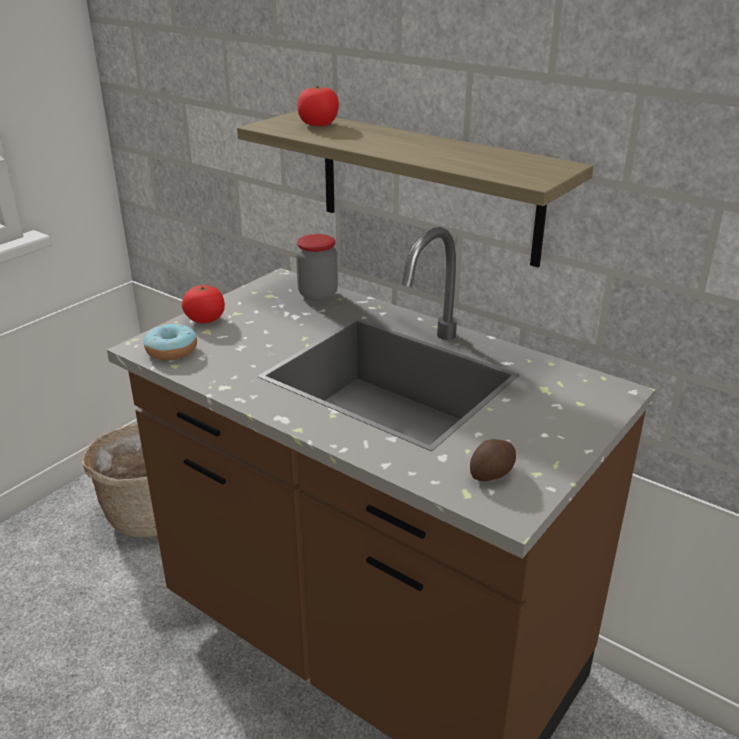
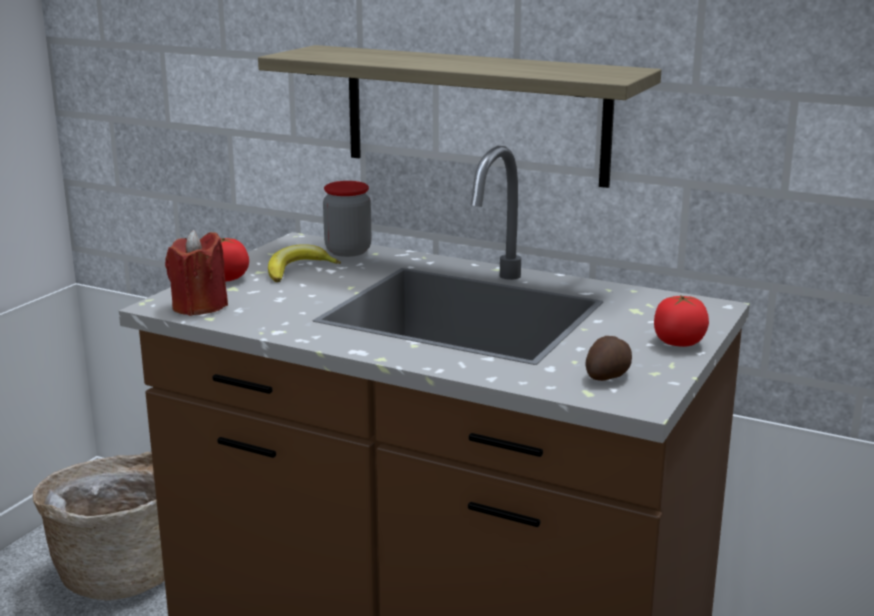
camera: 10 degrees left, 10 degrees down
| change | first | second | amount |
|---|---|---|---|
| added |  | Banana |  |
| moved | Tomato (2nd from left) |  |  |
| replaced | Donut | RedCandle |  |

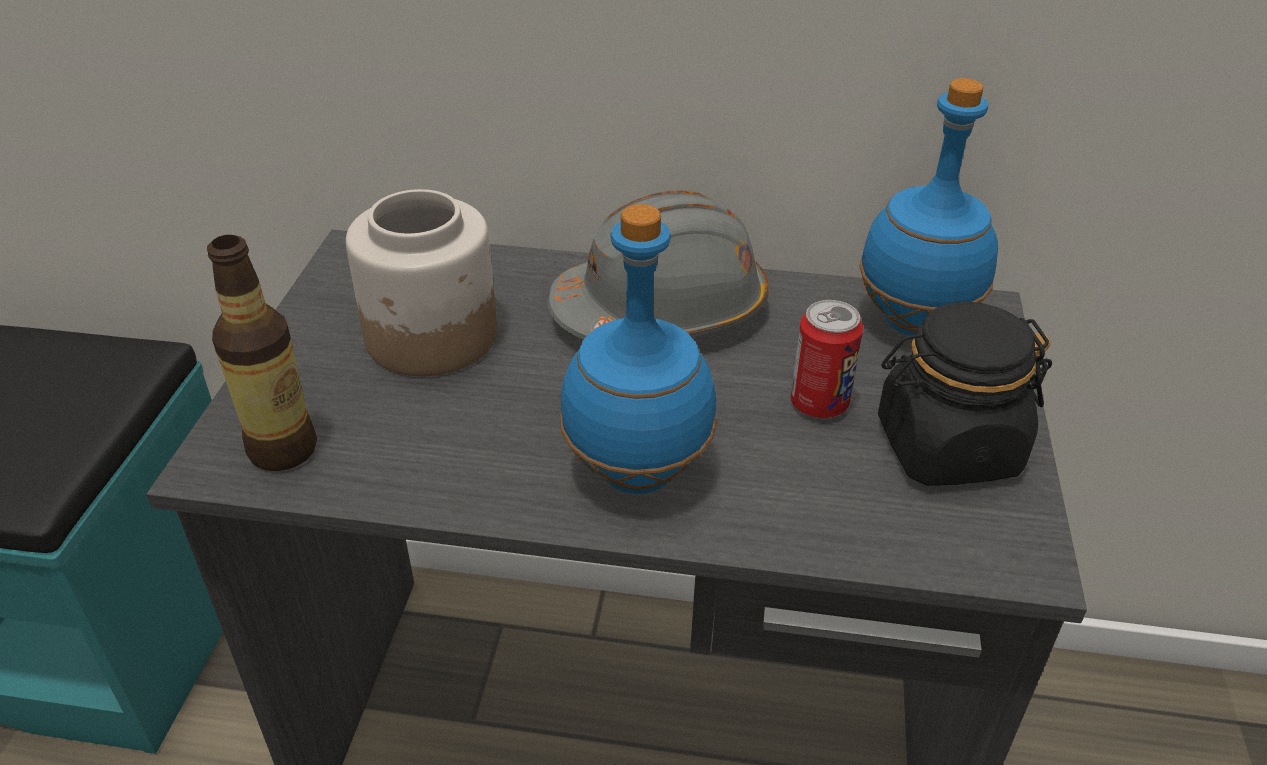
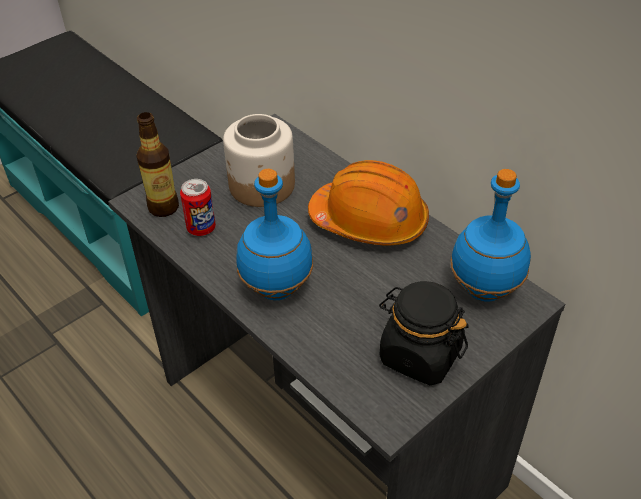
camera: 40 degrees right, 5 degrees up
| change | first | second | amount |
|---|---|---|---|
| moved | Can |  |  |
| recoloured | GreyHardHat | OrangeHardHat |  |

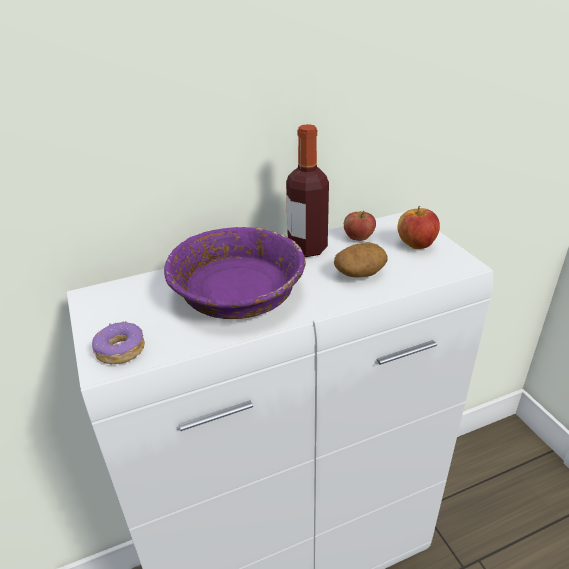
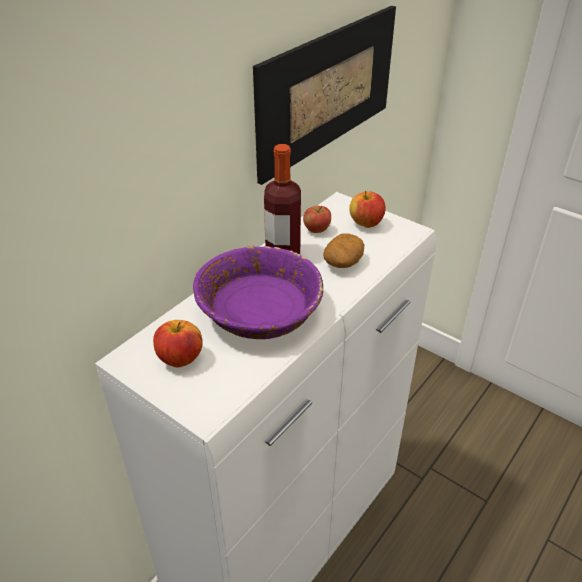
camera: 30 degrees left, 5 degrees up
| change | first | second | amount |
|---|---|---|---|
| removed | Donut |  |  |
| added |  | Apple (1st from left) |  |
| added |  | Picture |  |

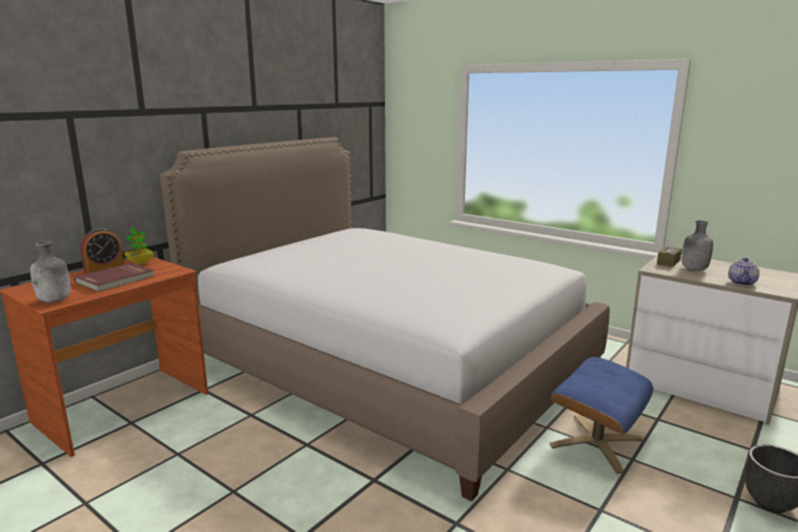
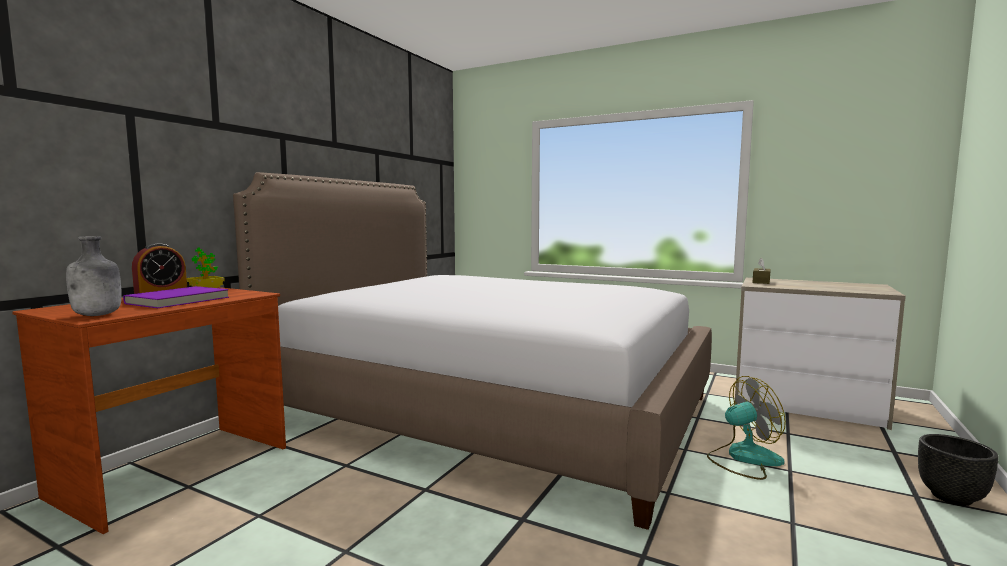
camera: 10 degrees left, 10 degrees down
| change | first | second | amount |
|---|---|---|---|
| removed | GreyBottle (2nd from left) |  |  |
| removed | Teapot |  |  |
| replaced | BlueOttoman | Fan |  |
| recoloured | RedBook | PurpleBook |  |

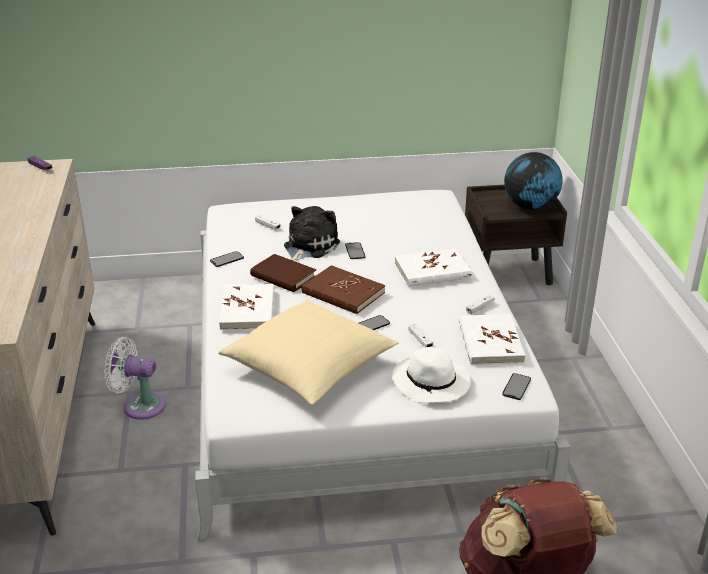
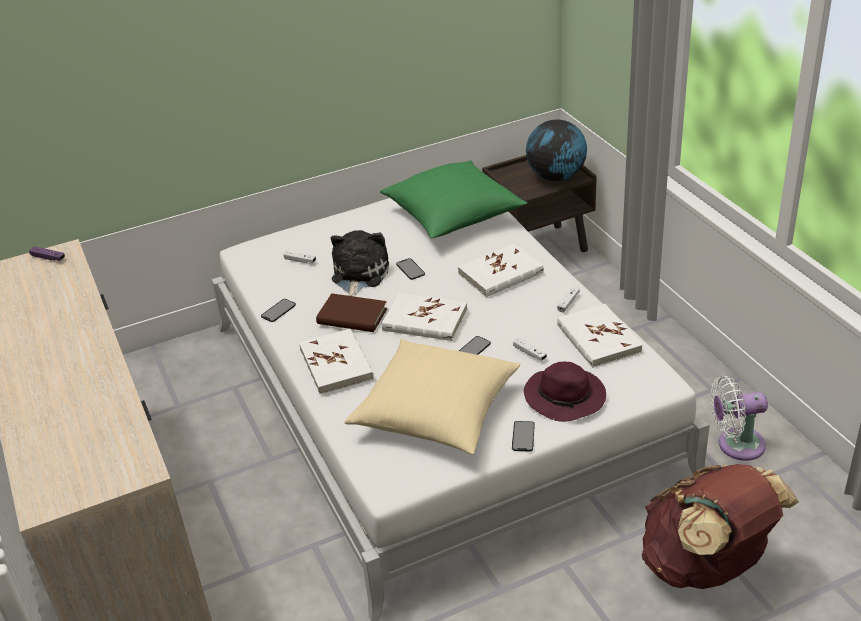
camera: 15 degrees left, 5 degrees up
| change | first | second | amount |
|---|---|---|---|
| added |  | GreenPillow |  |
| moved | WhiteFan |  |  |
| moved | Phone (4th from left) |  |  |
| recoloured | BrownBook (2nd from left) | WhiteBook (2nd from left) |  |
| recoloured | WhiteHat | PurpleHat |  |

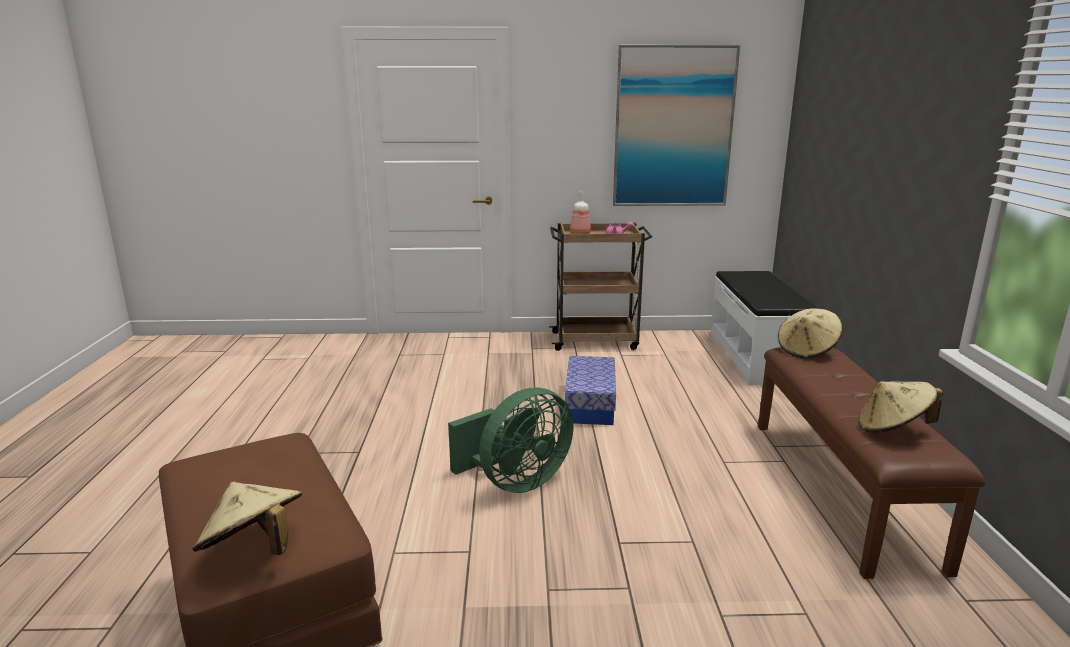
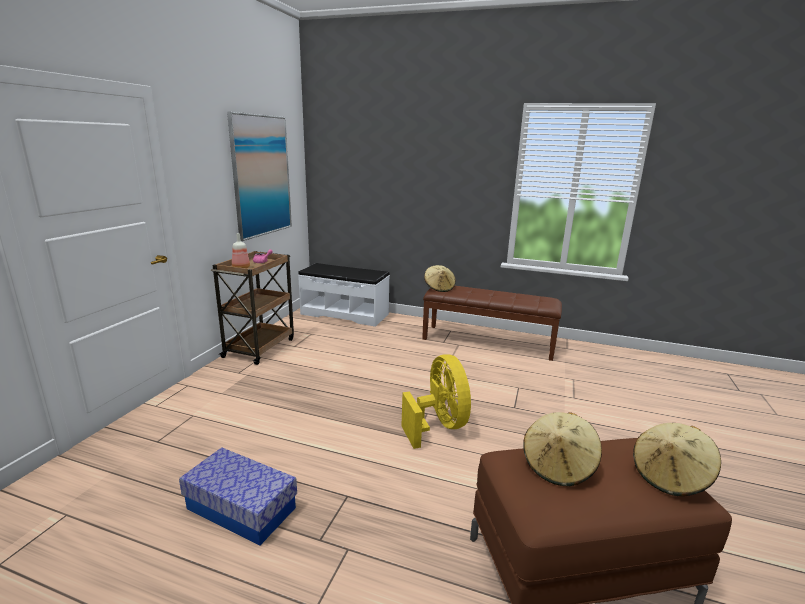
camera: 70 degrees left, 0 degrees up
| change | first | second | amount |
|---|---|---|---|
| moved | StorageBox |  |  |
| moved | BeigeHat (3rd from left in the first image) | BeigeHat (2nd from left) |  |
| recoloured | GreenFan | YellowFan |  |

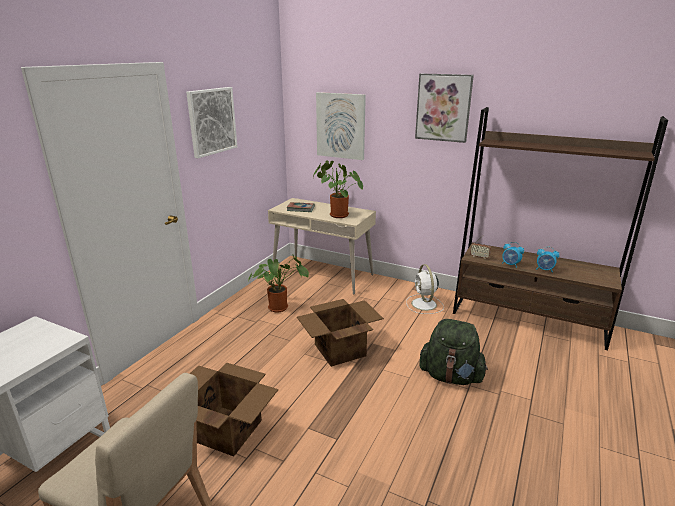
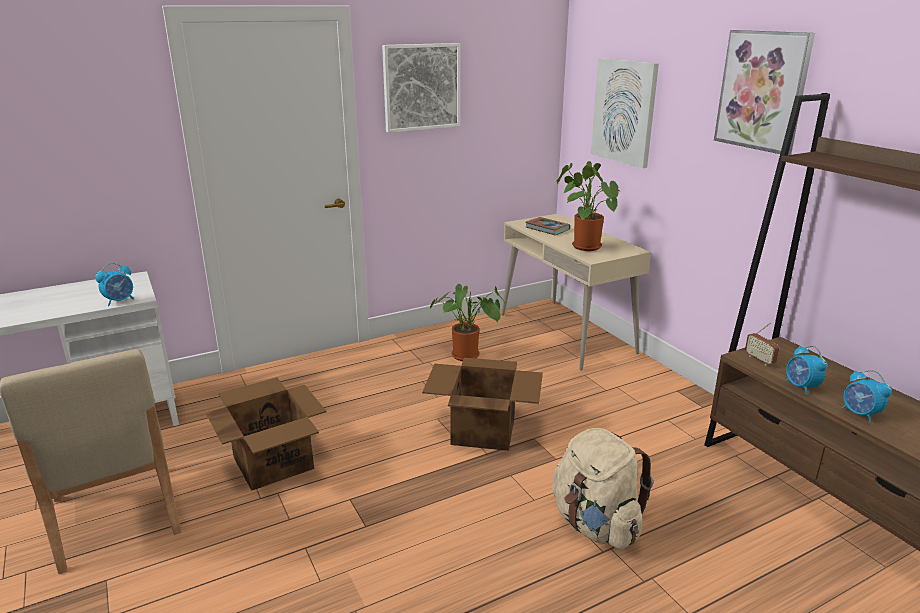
camera: 35 degrees right, 0 degrees up
| change | first | second | amount |
|---|---|---|---|
| removed | WhiteFan |  |  |
| added |  | AlarmClock (1st from left) |  |
| recoloured | GreenBackpack | BeigeBackpack |  |

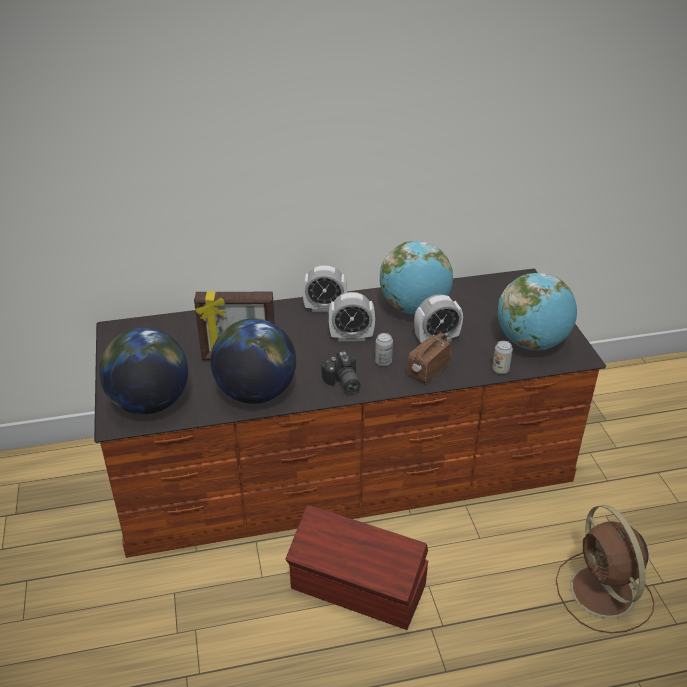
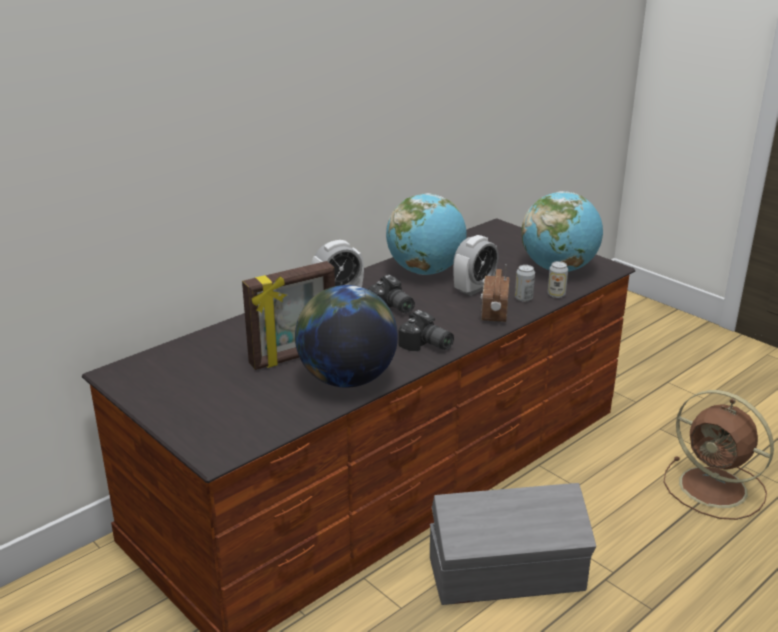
camera: 30 degrees left, 10 degrees down
| change | first | second | amount |
|---|---|---|---|
| removed | Globe (1st from left) |  |  |
| moved | Can (1st from left) |  |  |
| replaced | AlarmClock (2nd from left) | PhotoCamera (1st from left) |  |
| recoloured | BrownStorageBox | GreyStorageBox |  |

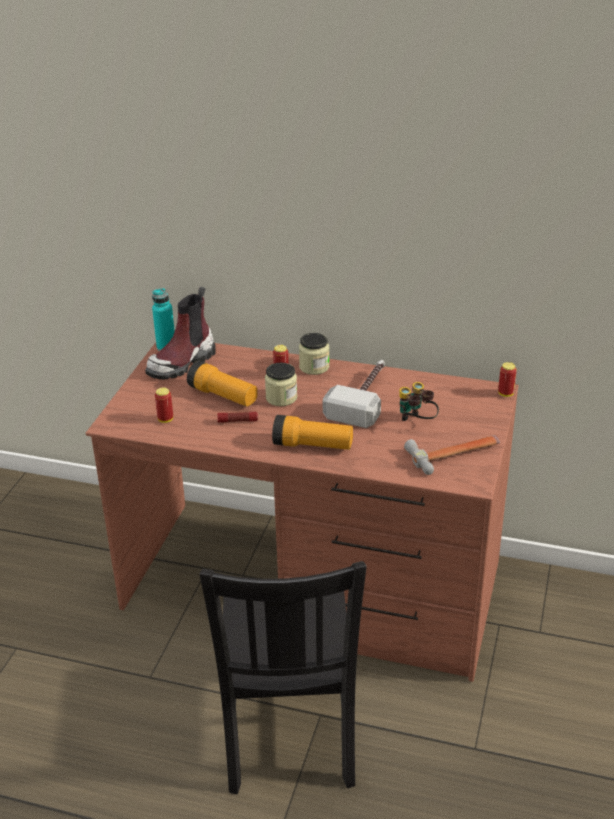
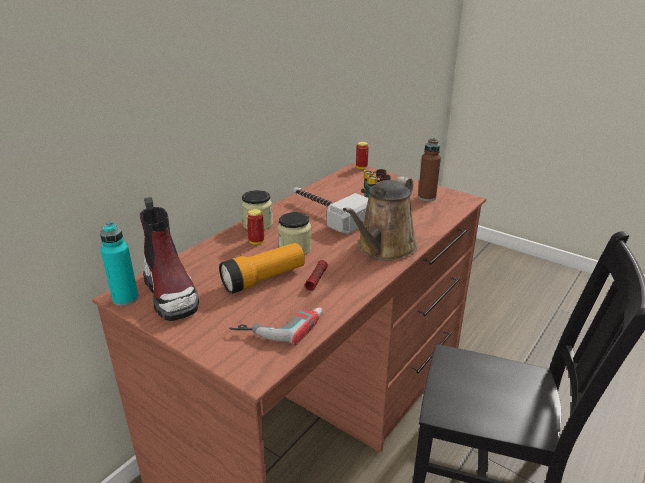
camera: 70 degrees left, 5 degrees down
| change | first | second | amount |
|---|---|---|---|
| replaced | Can (1st from left) | PowerDrill |  |
| replaced | Flashlight (3rd from left) | BrownWateringCan |  |
| replaced | Hammer (2nd from left) | BrownBottle |  |

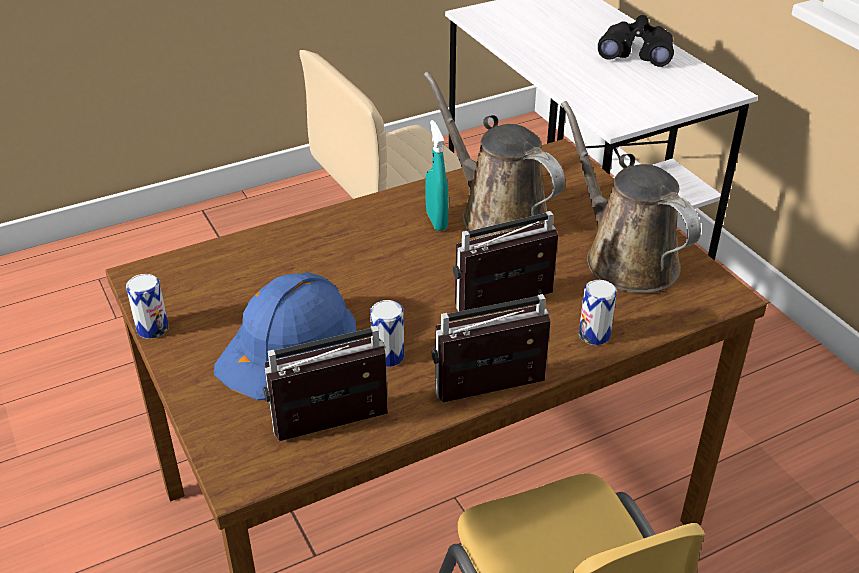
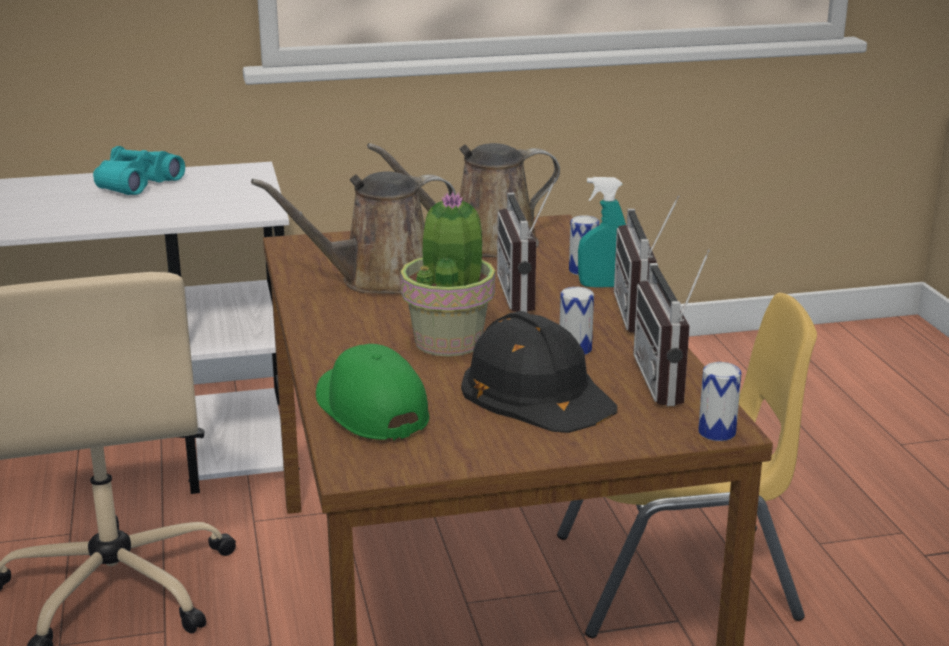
camera: 75 degrees left, 15 degrees down
| change | first | second | amount |
|---|---|---|---|
| added |  | GreenCap |  |
| added |  | PottedPlant |  |
| moved | Can (1st from left in the first image) | Can (3rd from left) |  |
| moved | TurquoiseSprayBottle |  |  |
| recoloured | BlueHardHat | BlackHardHat |  |
| recoloured | BlackBinoculars | TurquoiseBinoculars |  |

